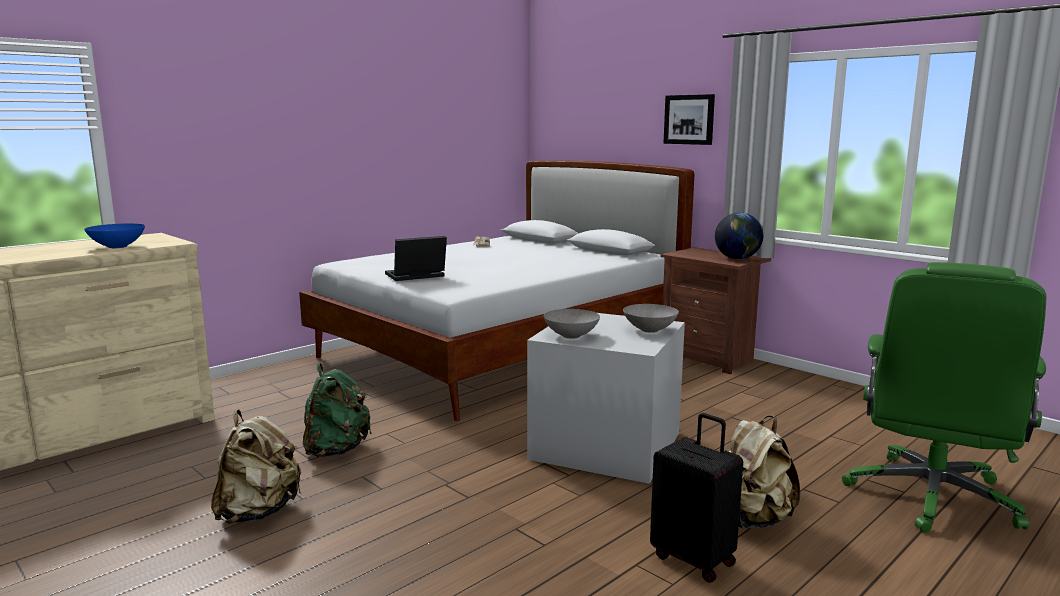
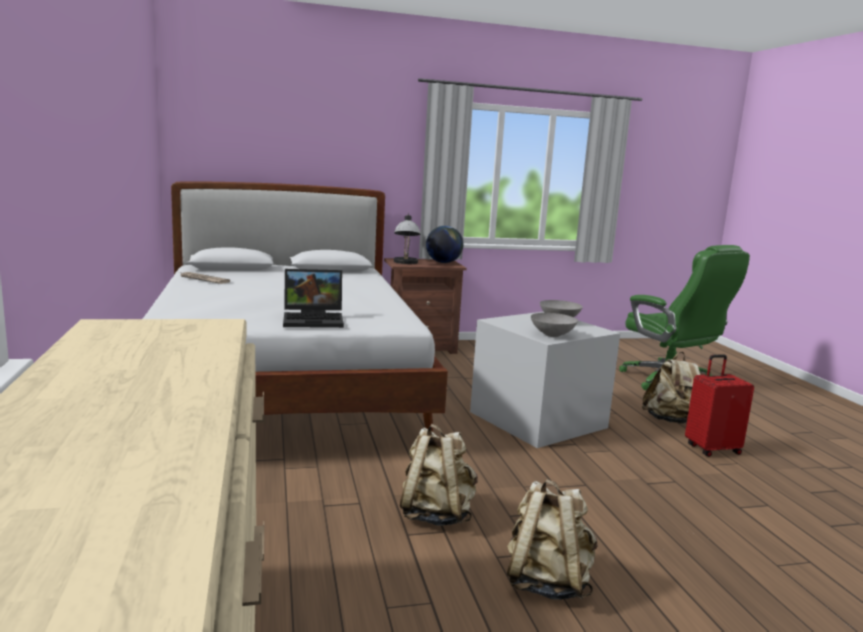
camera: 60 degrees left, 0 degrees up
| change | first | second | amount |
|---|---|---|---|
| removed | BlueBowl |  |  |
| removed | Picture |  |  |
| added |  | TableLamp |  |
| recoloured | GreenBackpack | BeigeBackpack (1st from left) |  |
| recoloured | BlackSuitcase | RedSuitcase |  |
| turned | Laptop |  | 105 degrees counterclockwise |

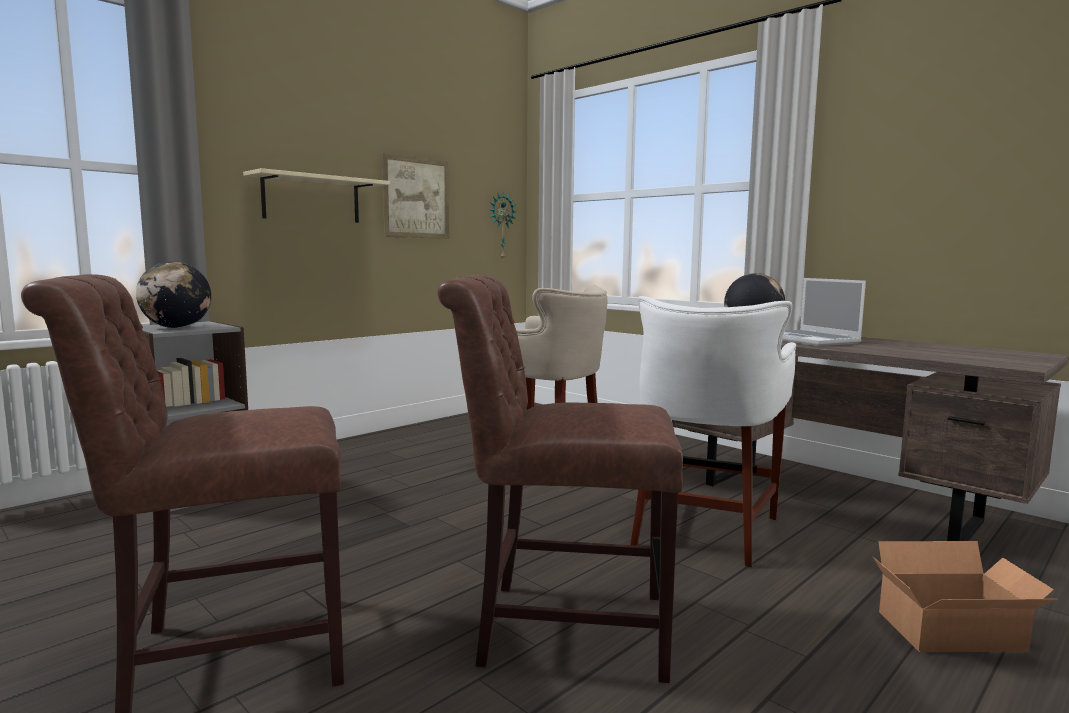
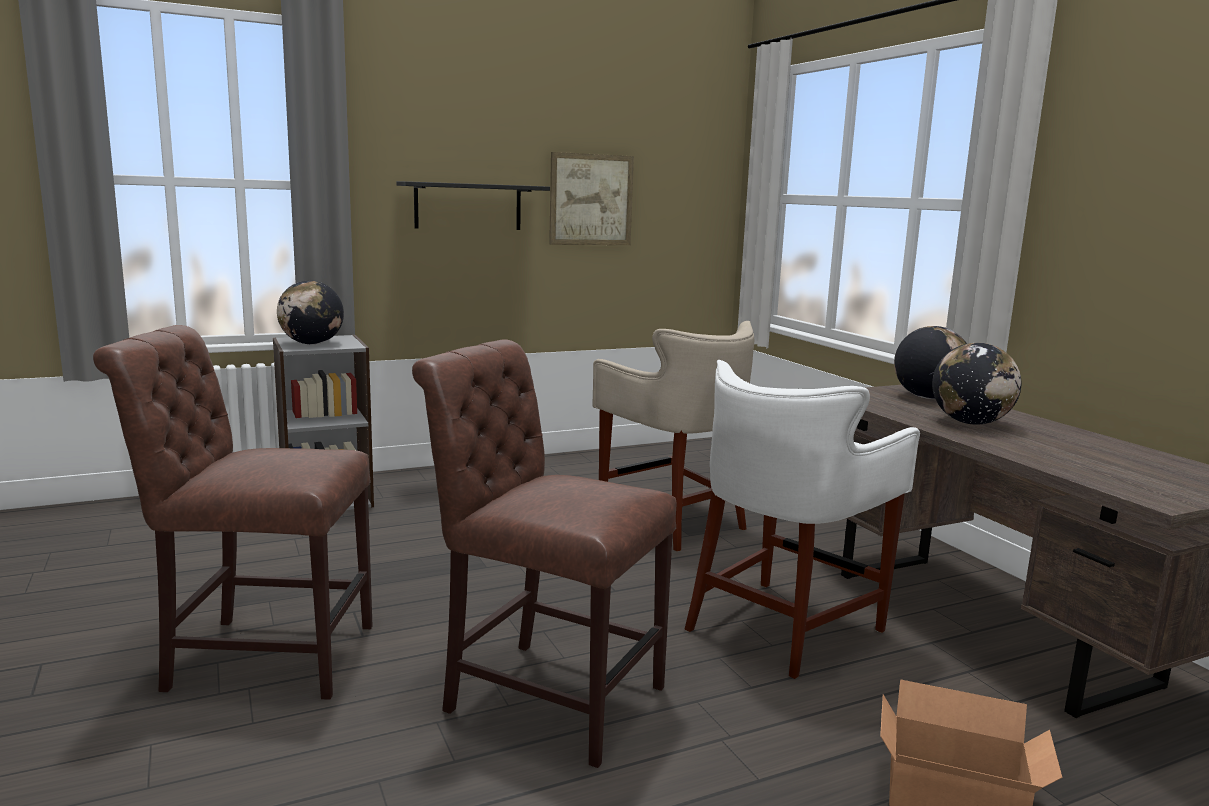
camera: 20 degrees right, 5 degrees up
| change | first | second | amount |
|---|---|---|---|
| removed | WallClock |  |  |
| replaced | Laptop | Globe (3rd from left) |  |
| recoloured | BeigeShelf | BlackShelf |  |

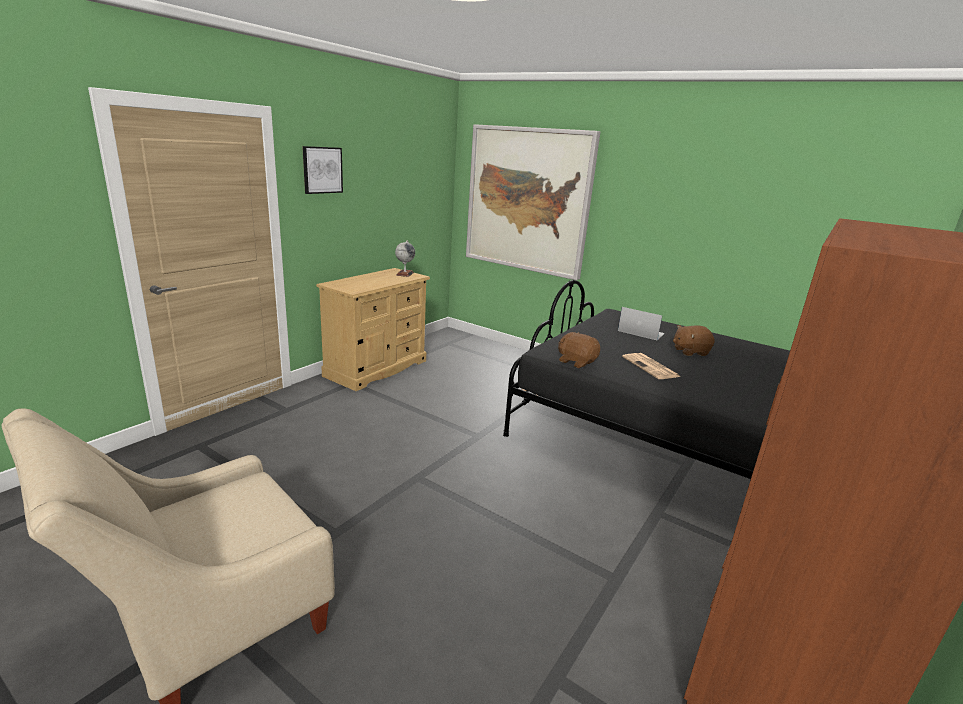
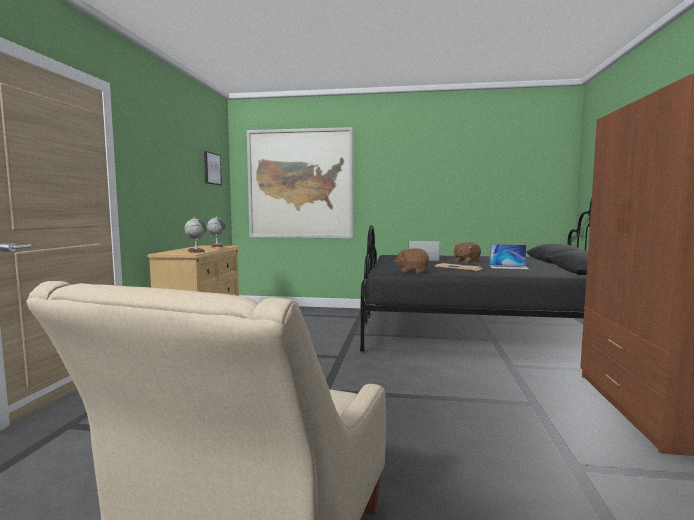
camera: 25 degrees left, 15 degrees down
| change | first | second | amount |
|---|---|---|---|
| added |  | Globe (1st from left) |  |
| added |  | Laptop (2nd from left) |  |
| moved | Picture (1st from left) |  |  |

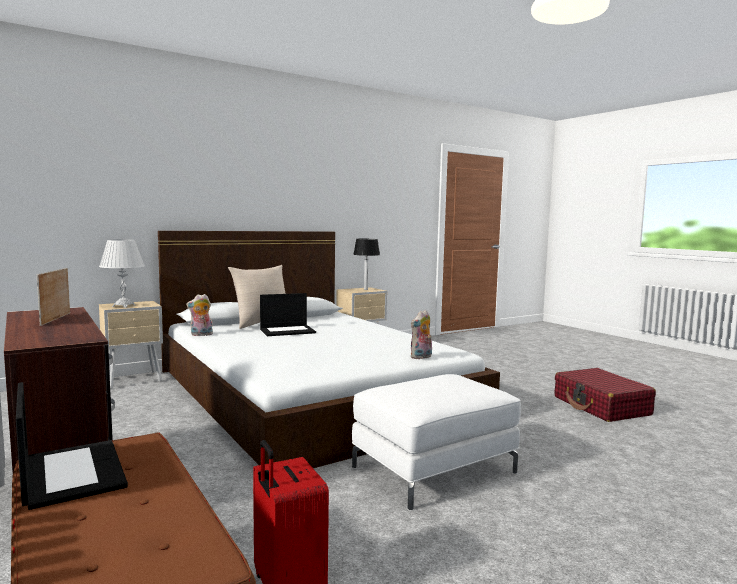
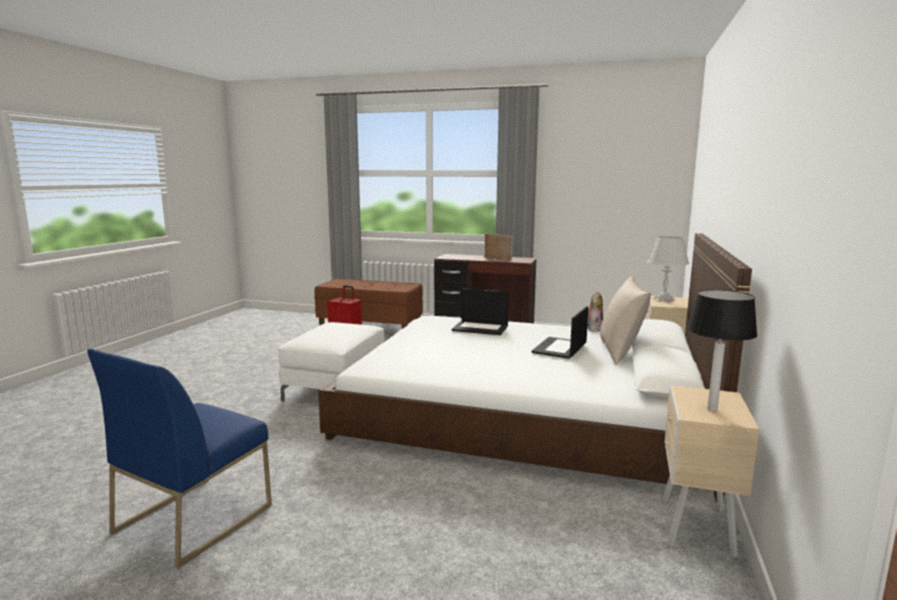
camera: 140 degrees right, 5 degrees up
| change | first | second | amount |
|---|---|---|---|
| removed | PlushToy (2nd from left) |  |  |
| moved | Laptop (1st from left) |  |  |
| replaced | RedSuitcase (2nd from left) | BlueChair |  |

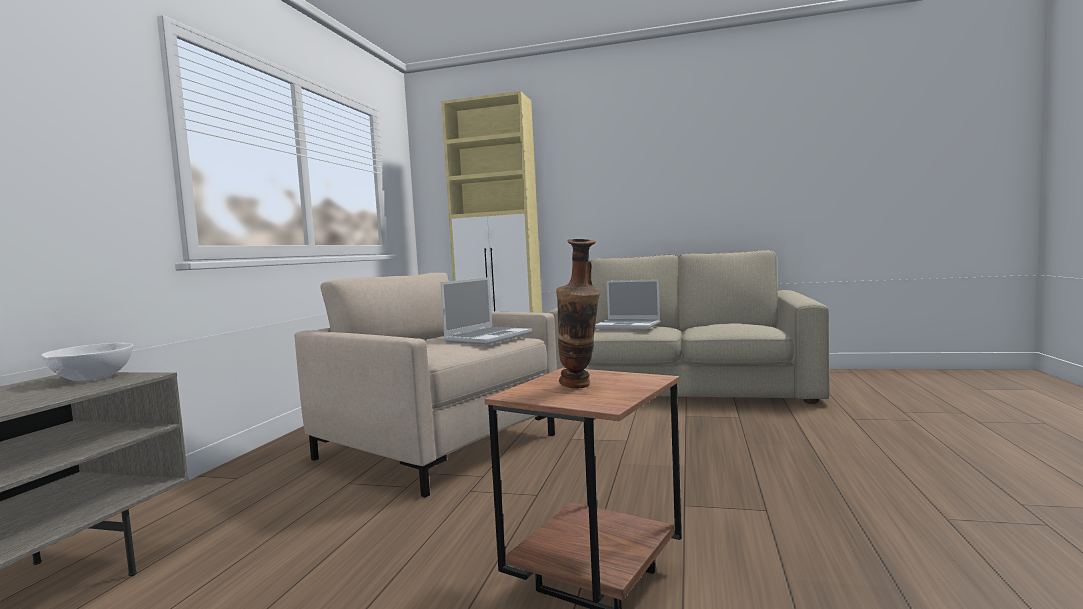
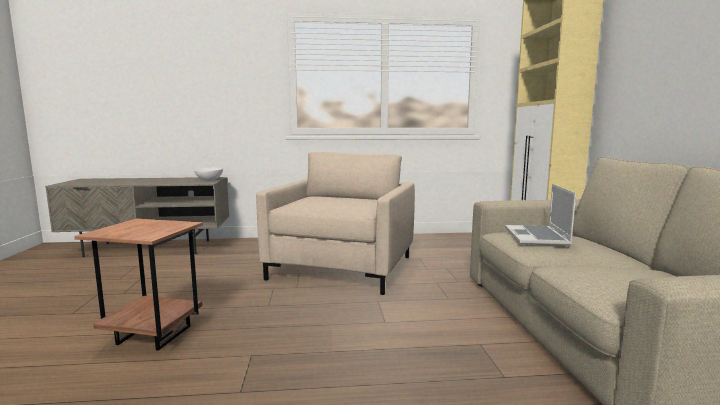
camera: 70 degrees right, 5 degrees up
| change | first | second | amount |
|---|---|---|---|
| removed | Laptop (1st from left) |  |  |
| removed | Vase |  |  |

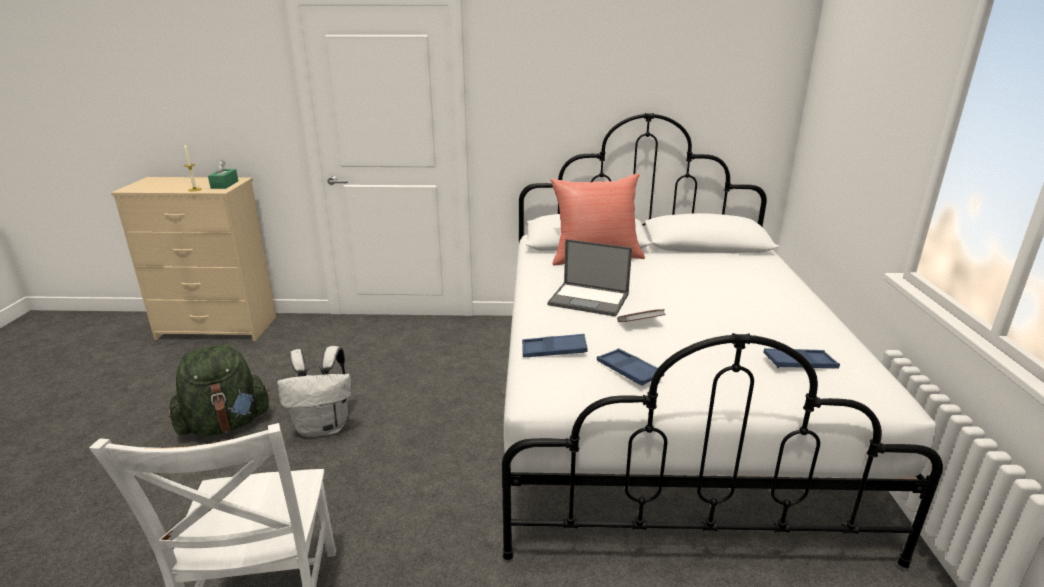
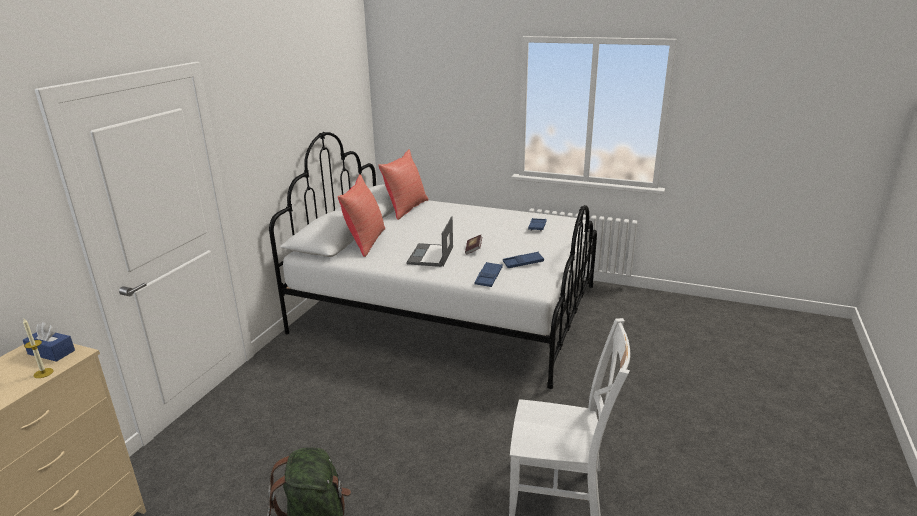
camera: 70 degrees left, 0 degrees up
| change | first | second | amount |
|---|---|---|---|
| removed | WhiteBackpack |  |  |
| added |  | RedPillow (2nd from left) |  |
| recoloured | GreenTissueBox | BlueTissueBox |  |
| turned | Laptop |  | 150 degrees clockwise |

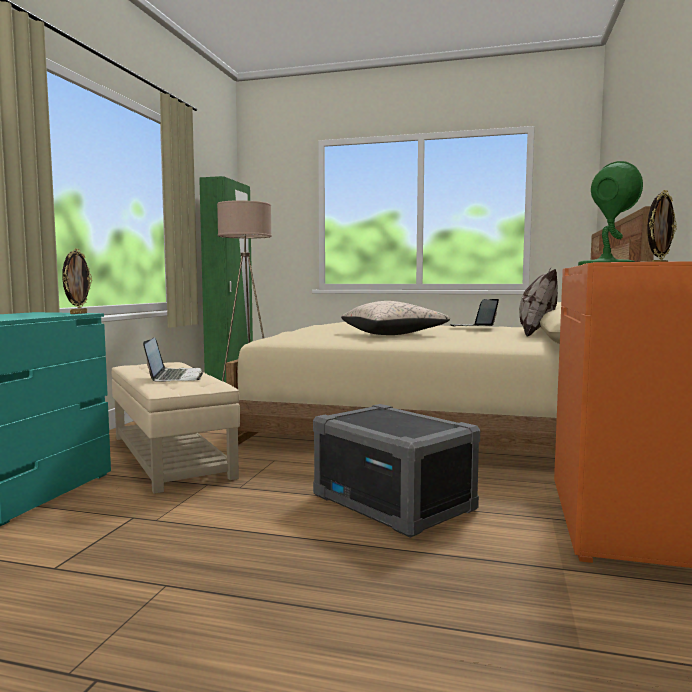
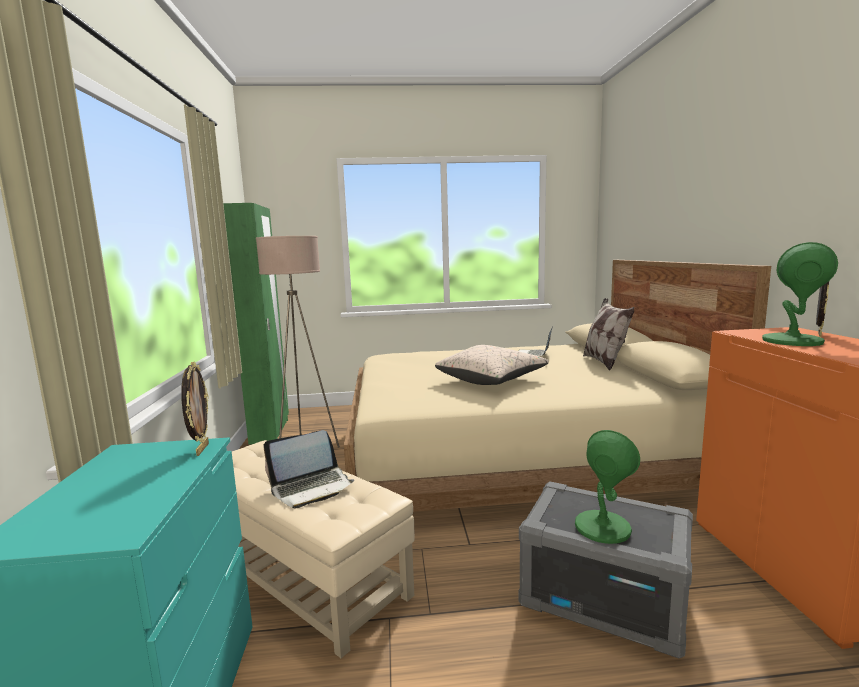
camera: 20 degrees left, 5 degrees up
| change | first | second | amount |
|---|---|---|---|
| added |  | GreenTableLamp (1st from left) |  |
| turned | Laptop (1st from left) |  | 90 degrees clockwise |

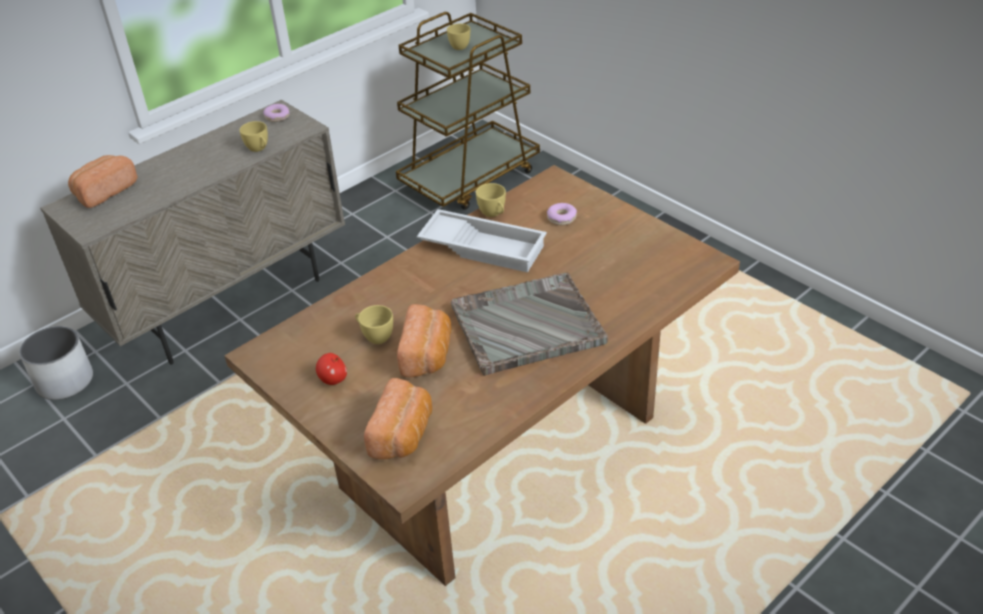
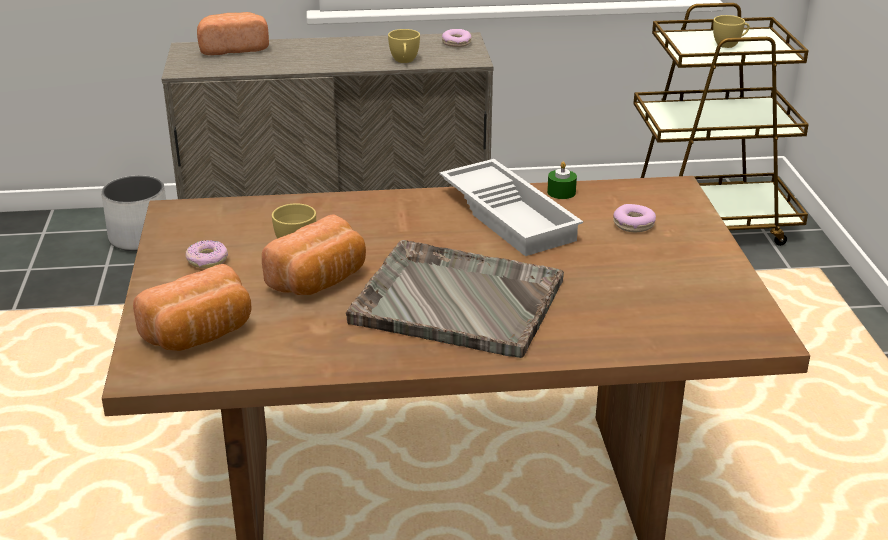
camera: 35 degrees right, 10 degrees down
| change | first | second | amount |
|---|---|---|---|
| replaced | Apple | Donut (1st from left) |  |
| replaced | YellowCup (4th from left) | GreenCandle |  |

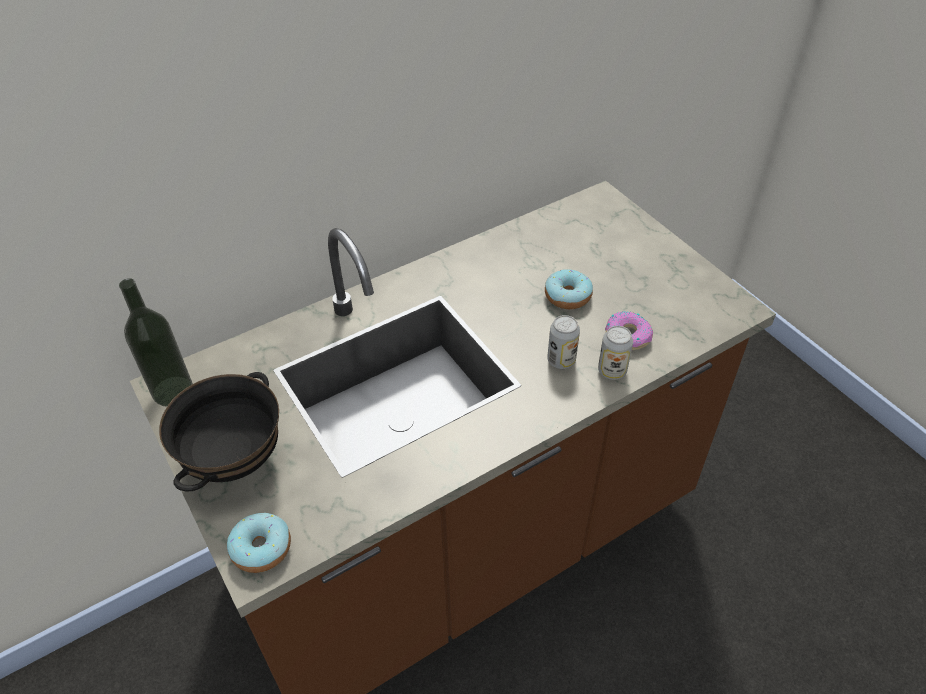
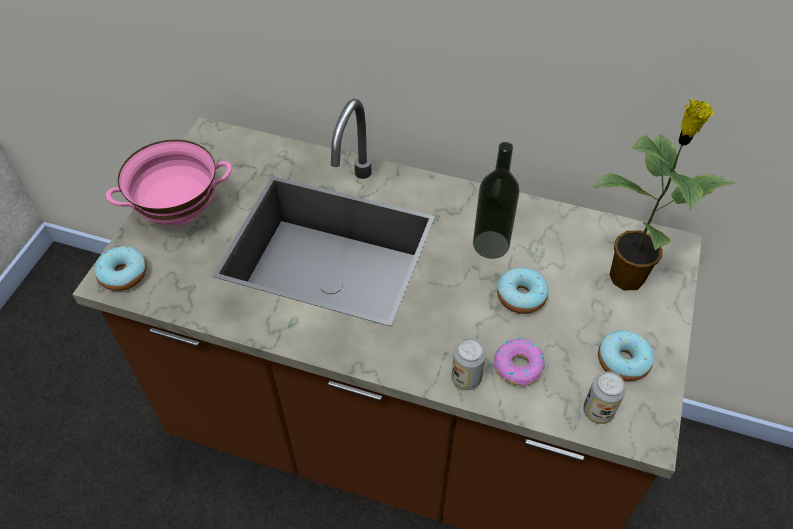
camera: 50 degrees right, 5 degrees up
| change | first | second | amount |
|---|---|---|---|
| added |  | PottedPlant |  |
| added |  | Donut (4th from left) |  |
| moved | Bottle |  |  |
| moved | Can (1st from left in the first image) | Can (2nd from left) |  |
| recoloured | BlackBowl | PinkBowl |  |

